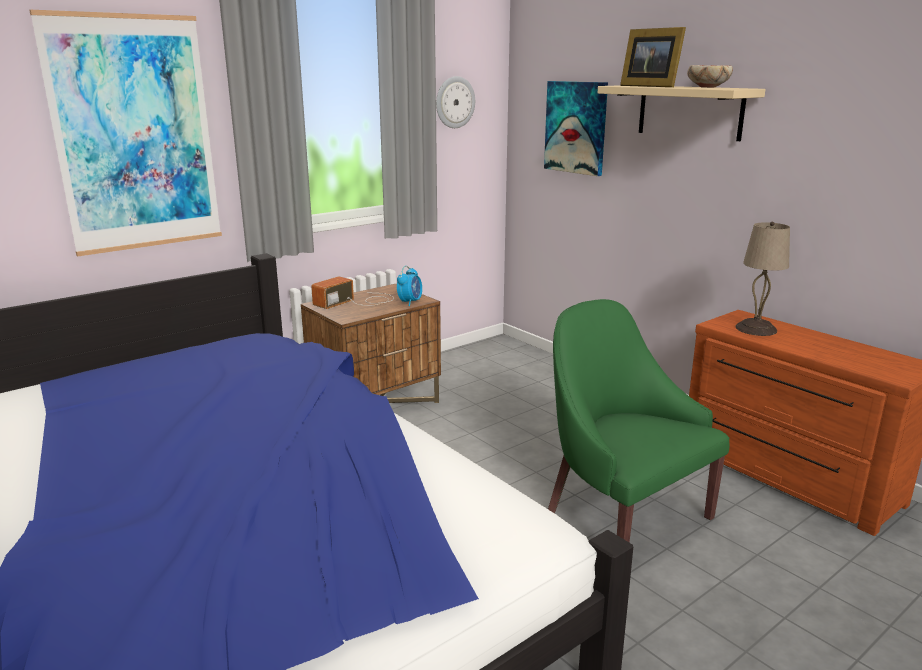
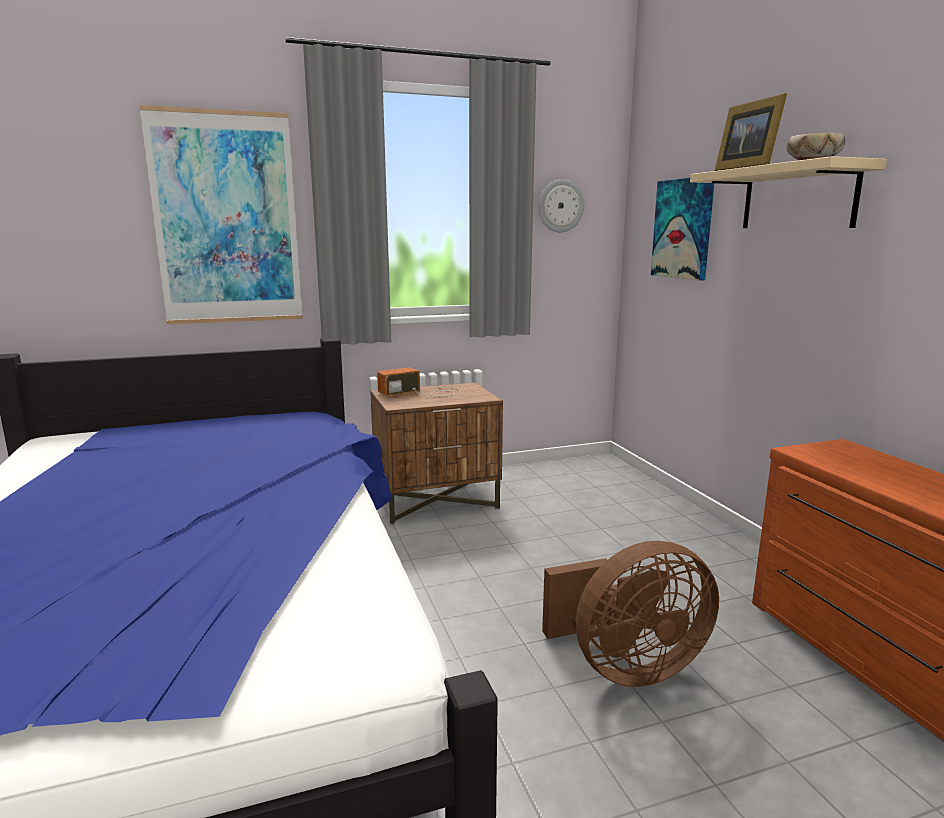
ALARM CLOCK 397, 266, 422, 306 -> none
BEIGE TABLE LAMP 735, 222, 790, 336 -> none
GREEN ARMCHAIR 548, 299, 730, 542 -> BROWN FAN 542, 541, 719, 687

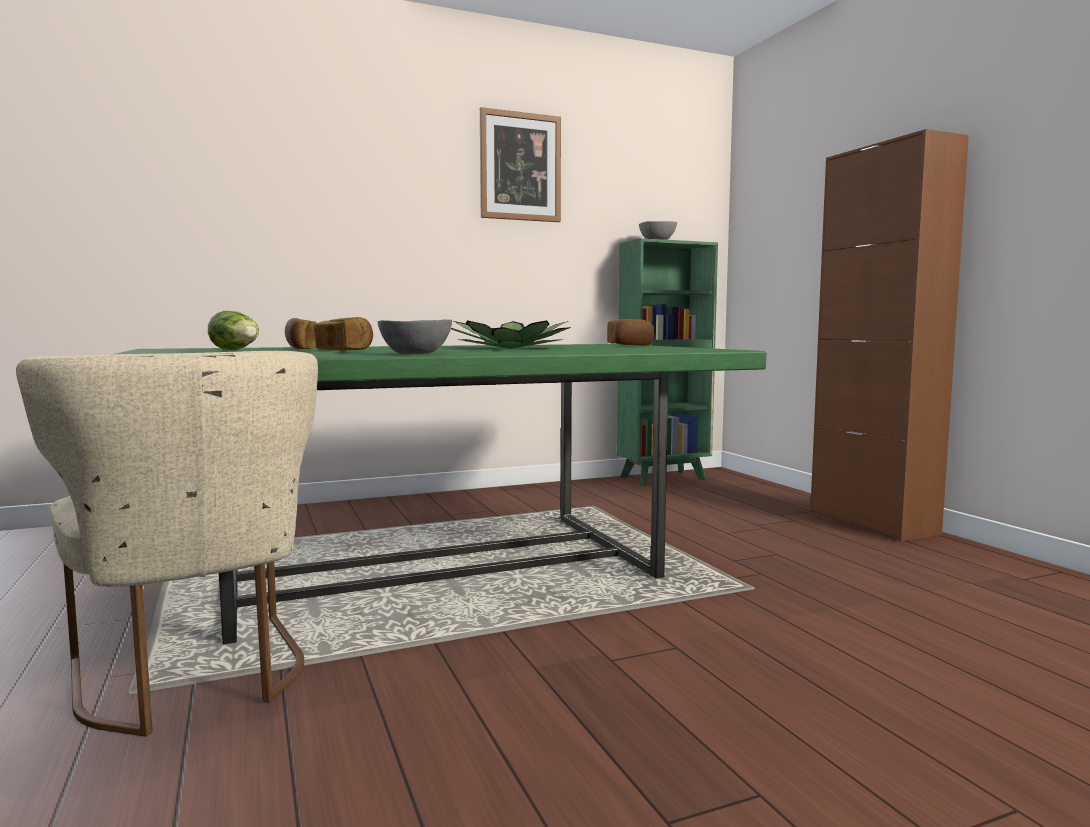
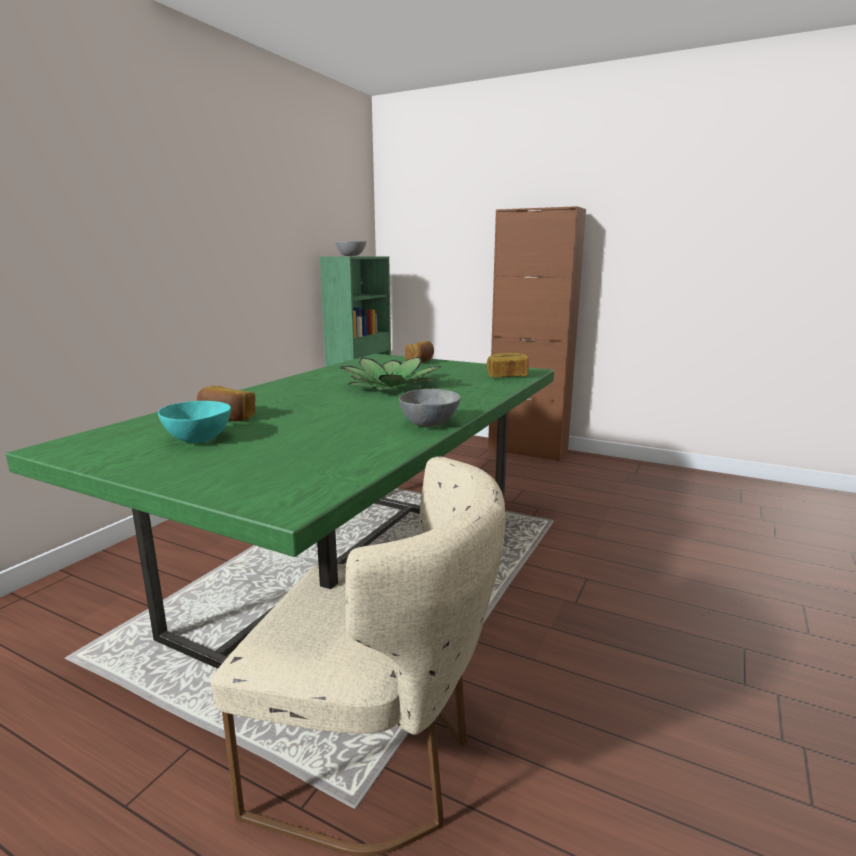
PICTURE 480, 107, 561, 222 -> none
BREAD 314, 317, 373, 351 -> BREAD 487, 353, 529, 378, move
LETTUCE 208, 311, 259, 350 -> TURQUOISE BOWL 158, 401, 231, 443

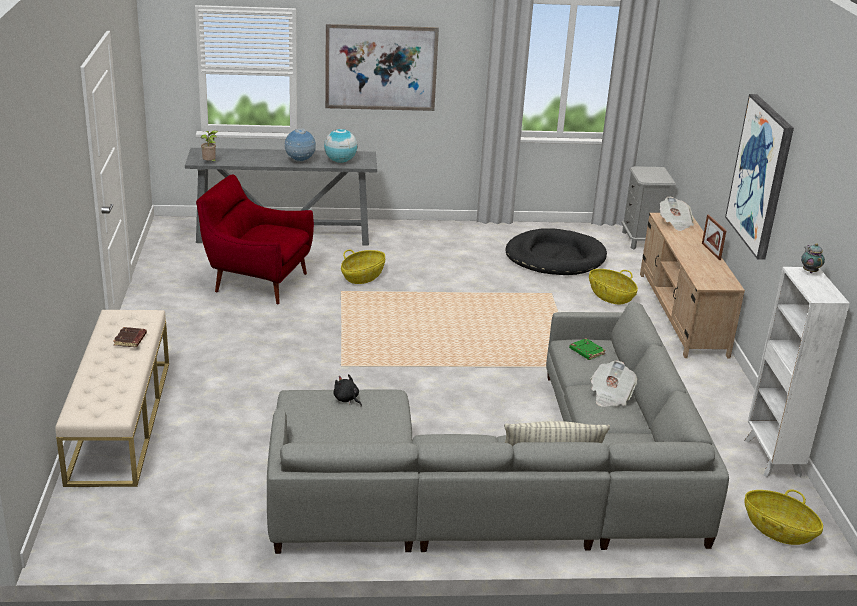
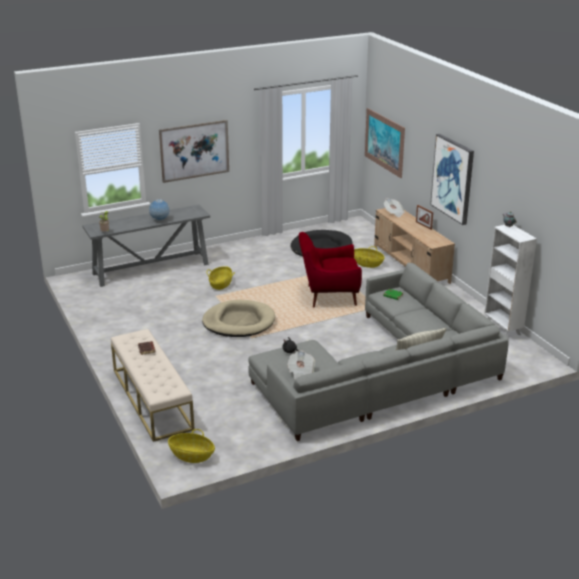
GLOBE 324, 129, 357, 163 -> none
GREY NIGHTSTAND 622, 166, 676, 249 -> none
none -> BEIGE DOG BED 202, 300, 275, 337
none -> PICTURE 365, 108, 405, 178
RED ARMCHAIR 196, 175, 314, 304 -> RED ARMCHAIR 299, 232, 362, 307, move
NEWSPAPER 590, 361, 637, 407 -> NEWSPAPER 287, 350, 315, 380, move
BASKET 745, 489, 823, 545 -> BASKET 168, 429, 215, 463, move

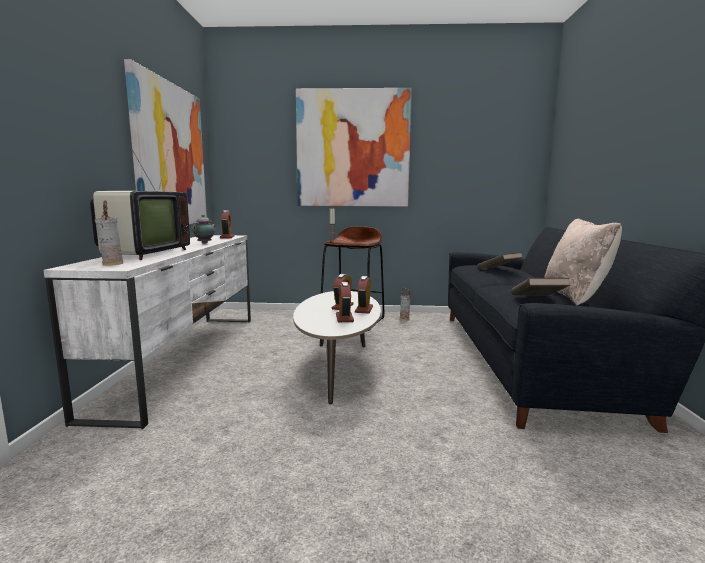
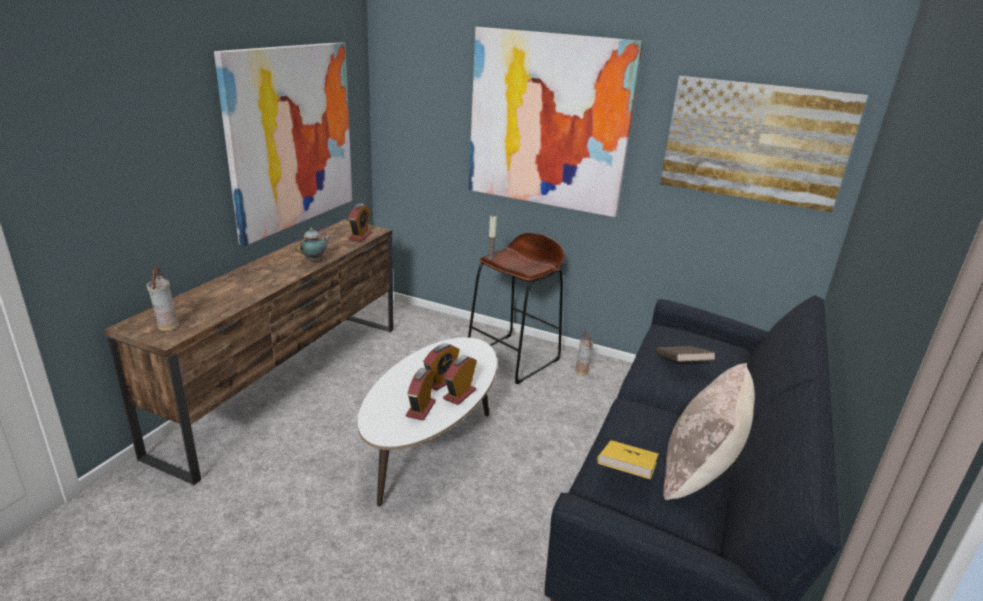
TELEVISION 90, 147, 190, 260 -> none
none -> PICTURE 660, 76, 868, 212
WHITE TV STAND 44, 235, 251, 429 -> BROWN TV STAND 104, 219, 393, 486
BROWN BOOK 511, 278, 571, 295 -> YELLOW BOOK 597, 440, 659, 479

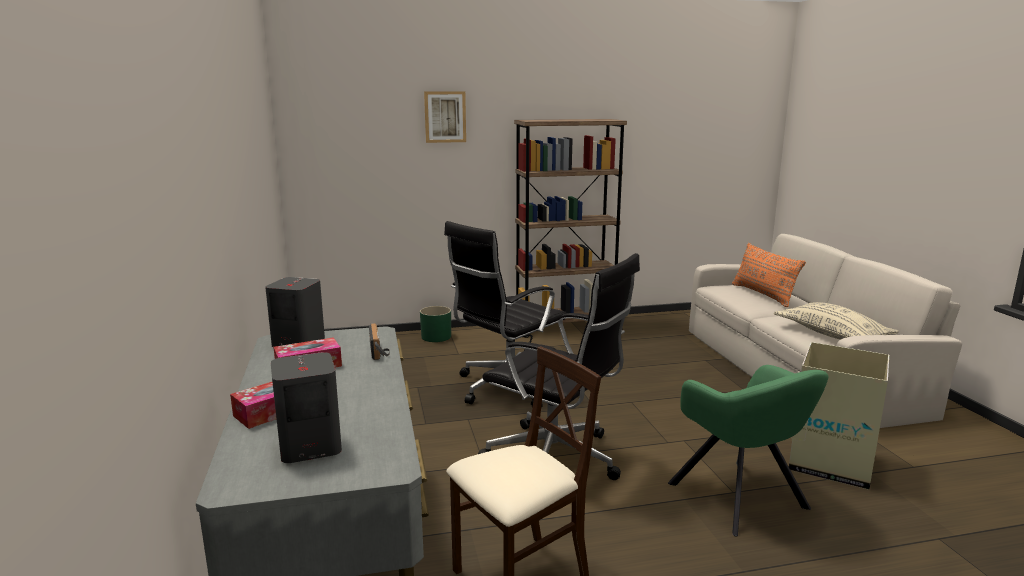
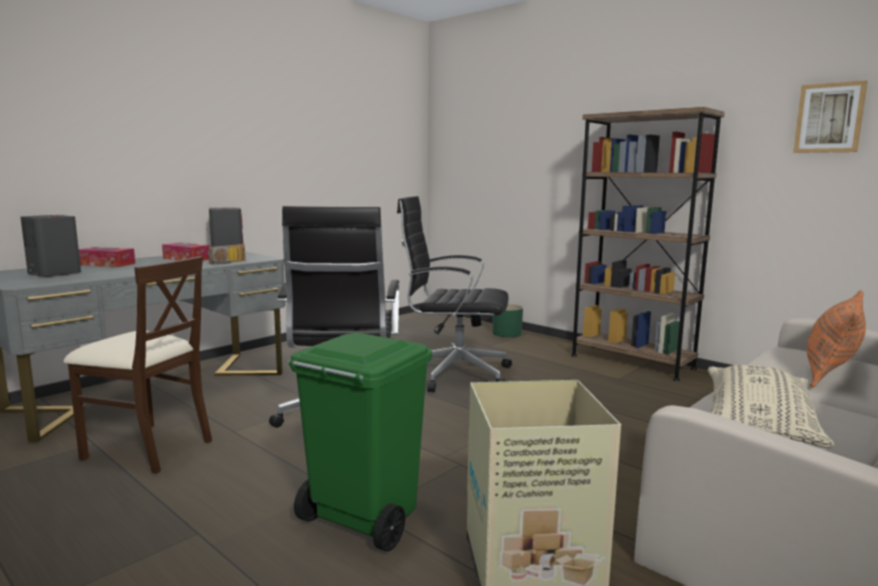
PICTURE 424, 91, 466, 143 -> PICTURE 793, 80, 868, 153, move
GREEN ARMCHAIR 668, 365, 828, 536 -> GREEN TRASH CAN 288, 332, 432, 552

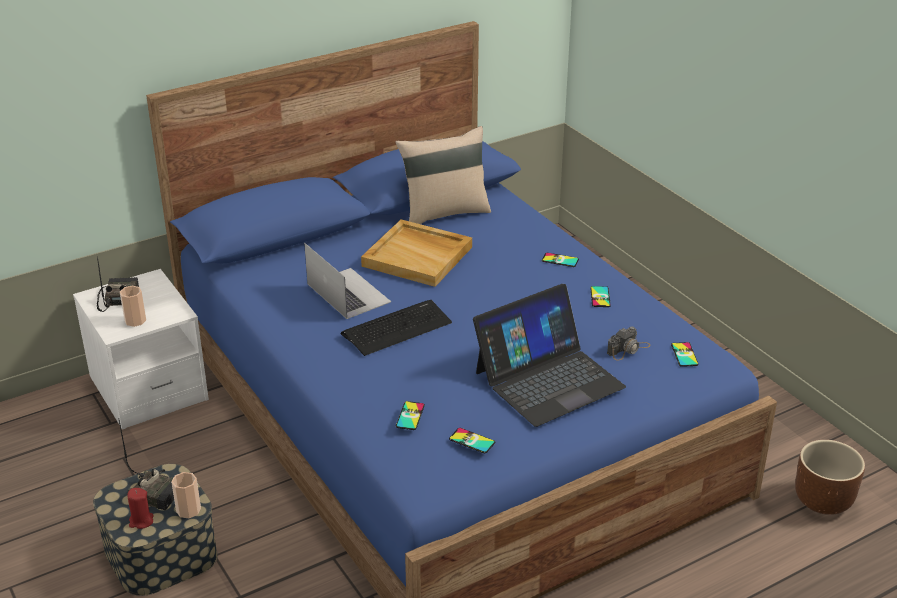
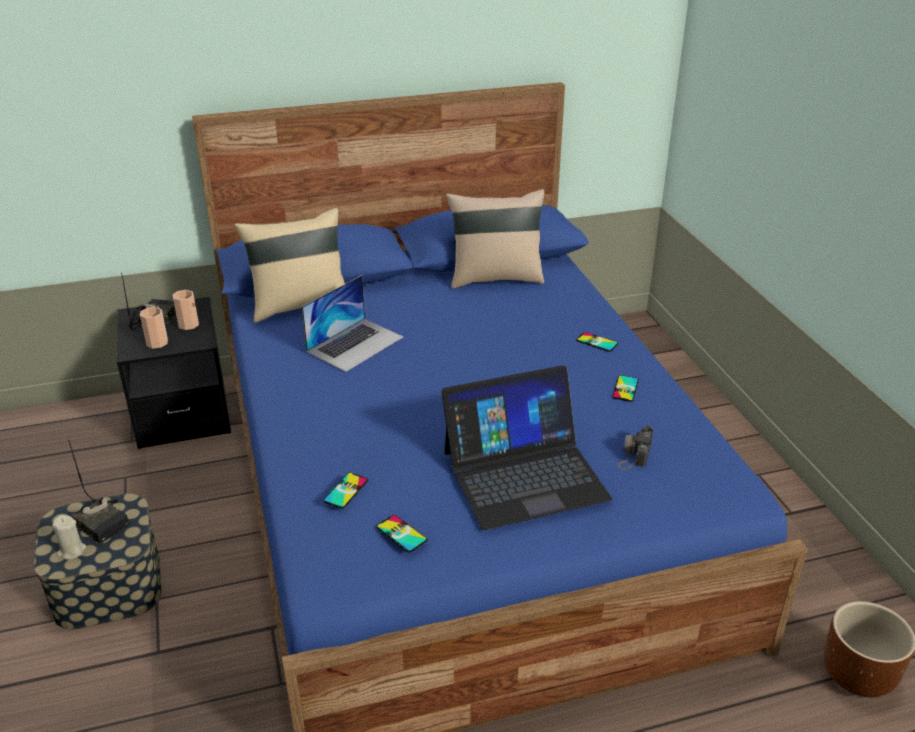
KEYBOARD 341, 300, 452, 356 -> none
BEIGE TRAY 361, 219, 472, 287 -> none
PHONE 671, 342, 699, 367 -> none
none -> BEIGE PILLOW 235, 208, 345, 323
CUP 171, 472, 201, 518 -> CUP 173, 290, 199, 330, move
WHITE NIGHTSTAND 73, 269, 209, 430 -> BLACK NIGHTSTAND 117, 297, 231, 449
RED CANDLE 127, 488, 154, 529 -> BEIGE CANDLE 52, 515, 86, 560
LAPTOP 304, 243, 391, 319 -> LAPTOP 301, 275, 403, 372, 60 degrees clockwise
PHOTO CAMERA 607, 326, 651, 360 -> PHOTO CAMERA 618, 425, 653, 470, 135 degrees clockwise

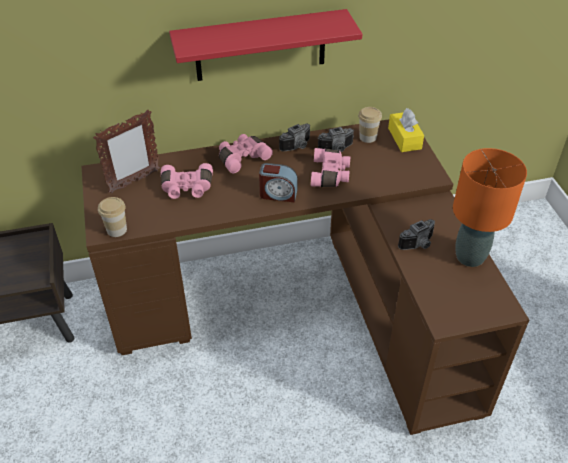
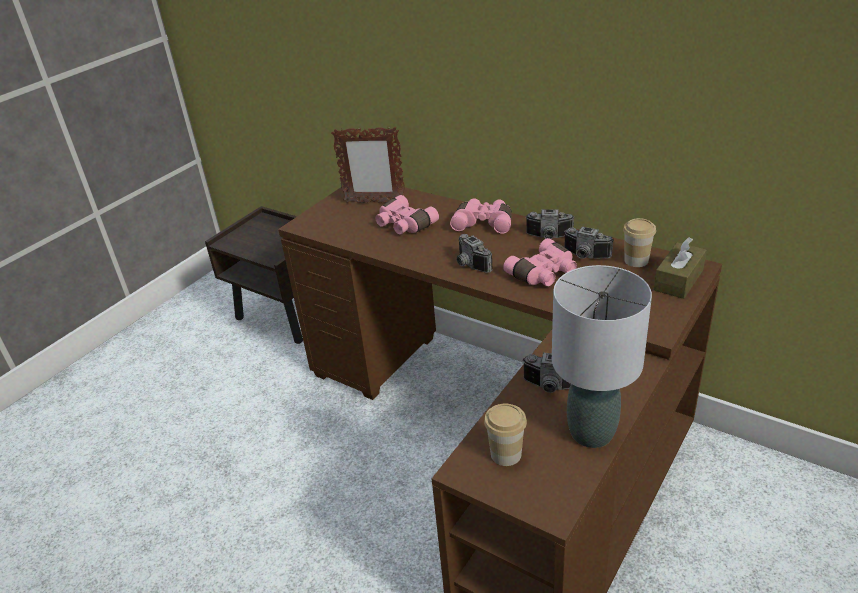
RED SHELF 169, 9, 362, 81 -> none
CUP 98, 197, 127, 237 -> CUP 484, 403, 527, 466, move
ALARM CLOCK 259, 163, 298, 202 -> PHOTO CAMERA 457, 234, 493, 273
YELLOW TISSUE BOX 388, 108, 424, 152 -> BROWN TISSUE BOX 654, 237, 707, 299
ORANGE TABLE LAMP 453, 148, 527, 267 -> GREY TABLE LAMP 552, 265, 652, 448

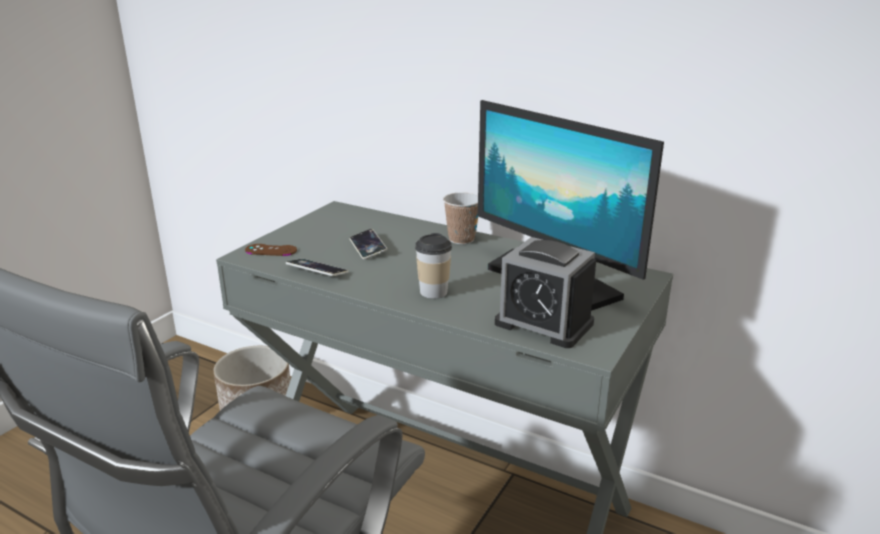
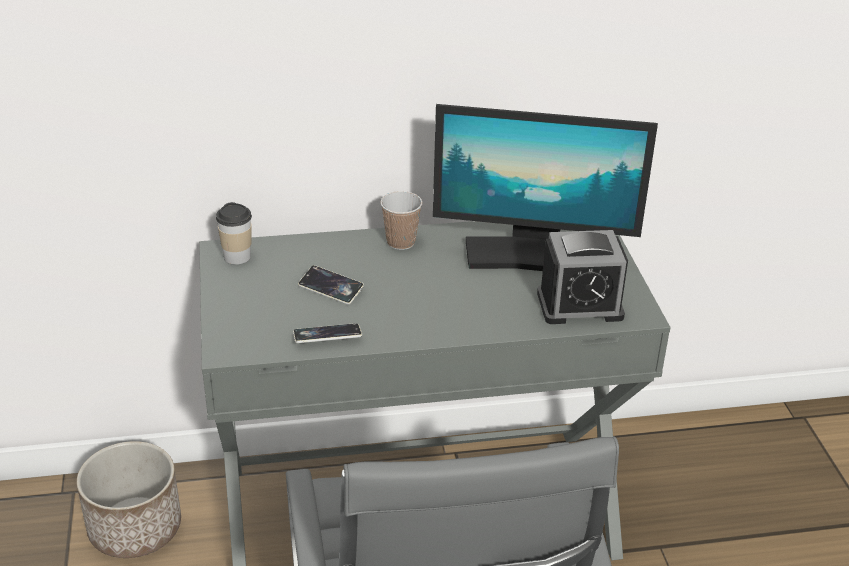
BROWN GAME CONTROLLER 245, 244, 297, 256 -> none
CUP 415, 233, 452, 299 -> CUP 216, 202, 252, 265, move

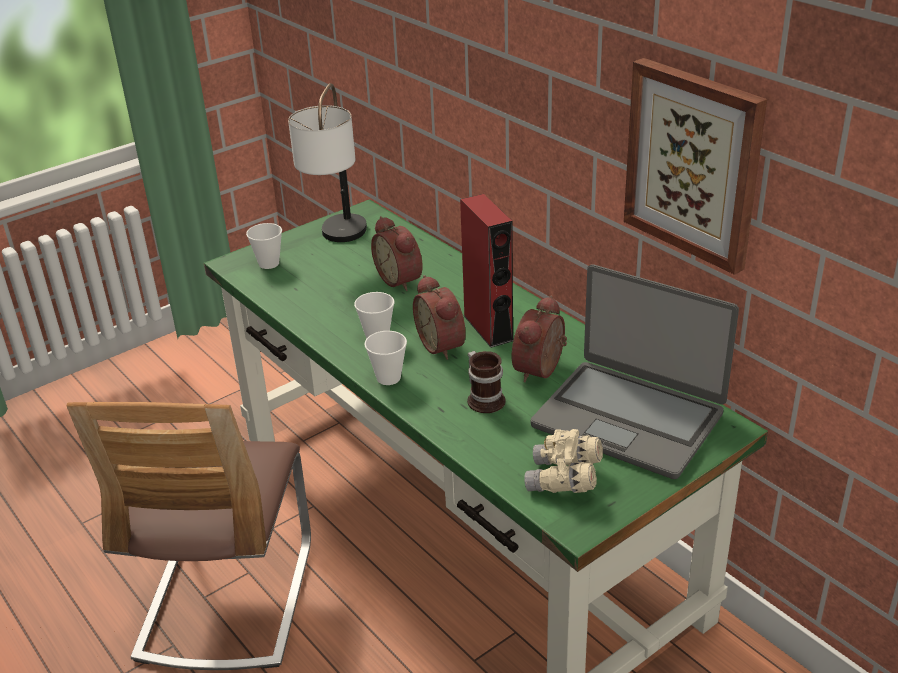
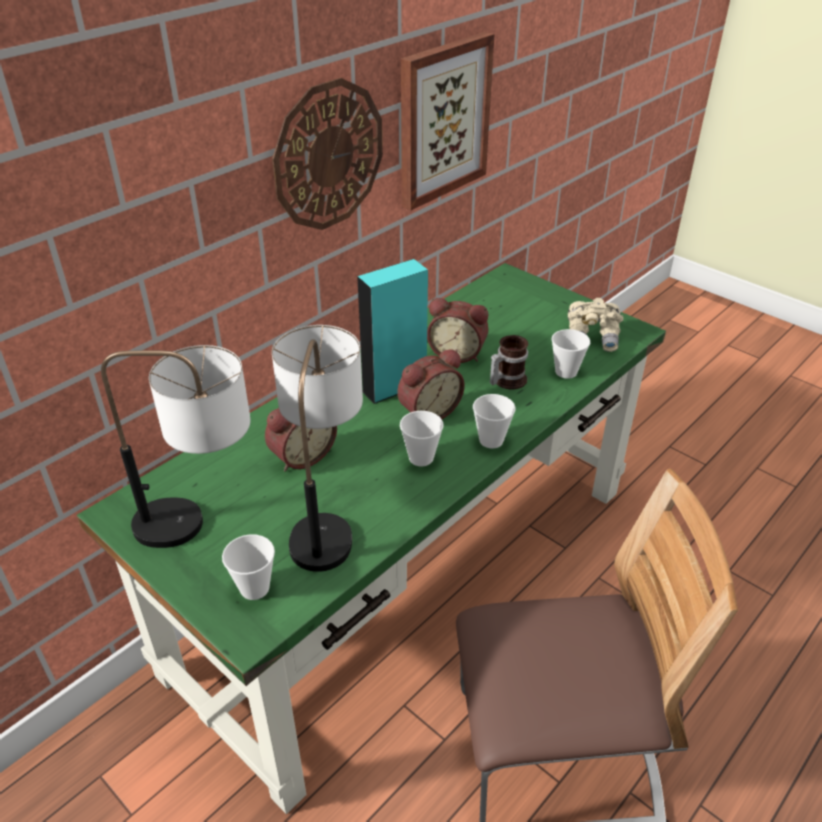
LAPTOP 531, 264, 739, 479 -> none
none -> WALL CLOCK 272, 78, 383, 230
none -> TABLE LAMP 272, 325, 363, 572
none -> CUP 552, 329, 590, 379
RED SPEAKER 460, 194, 513, 348 -> TURQUOISE SPEAKER 357, 259, 428, 404

